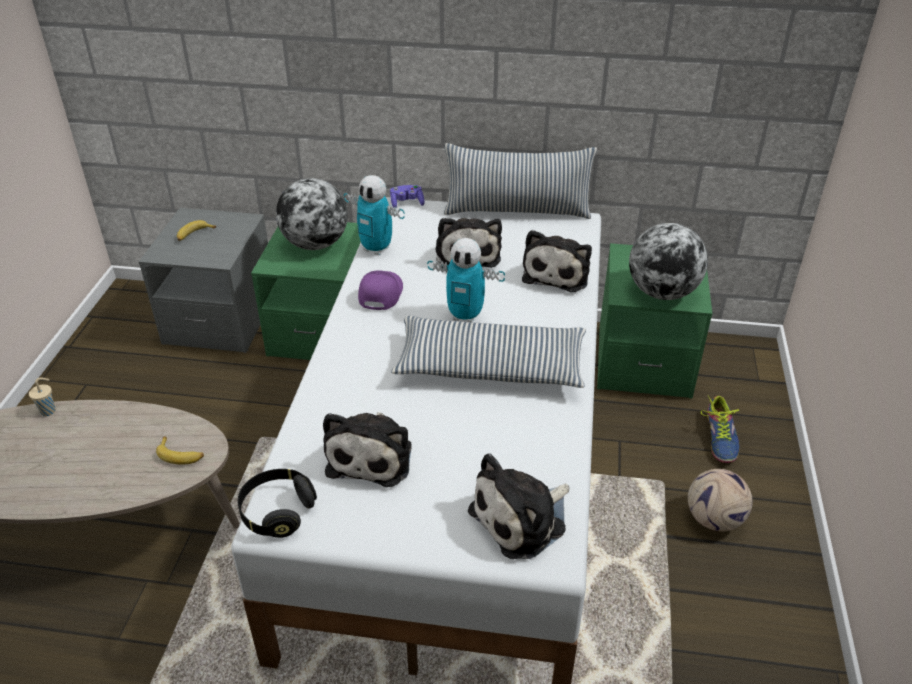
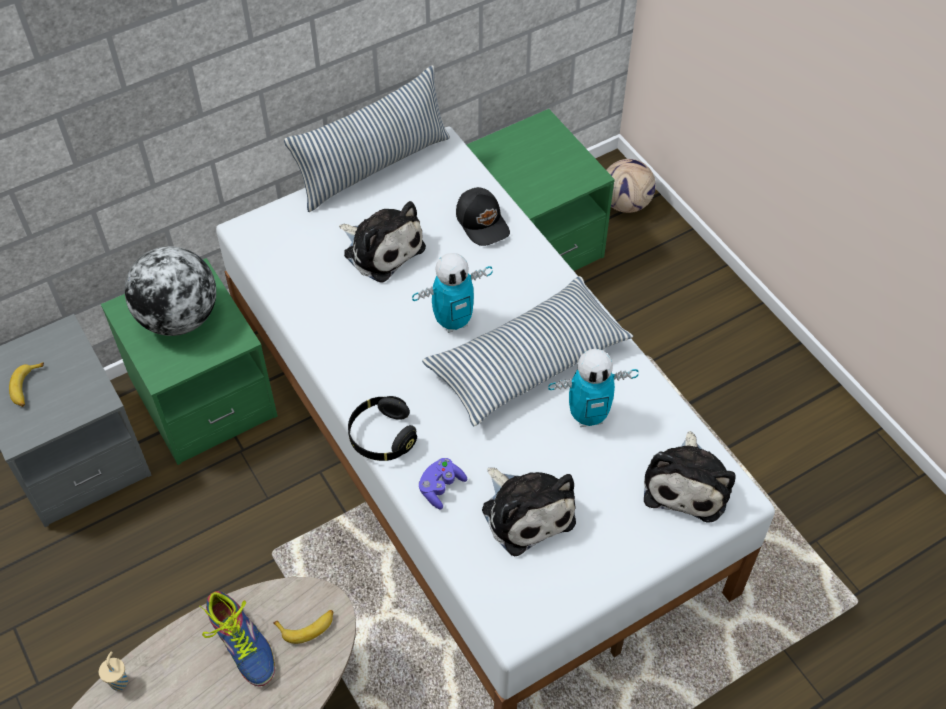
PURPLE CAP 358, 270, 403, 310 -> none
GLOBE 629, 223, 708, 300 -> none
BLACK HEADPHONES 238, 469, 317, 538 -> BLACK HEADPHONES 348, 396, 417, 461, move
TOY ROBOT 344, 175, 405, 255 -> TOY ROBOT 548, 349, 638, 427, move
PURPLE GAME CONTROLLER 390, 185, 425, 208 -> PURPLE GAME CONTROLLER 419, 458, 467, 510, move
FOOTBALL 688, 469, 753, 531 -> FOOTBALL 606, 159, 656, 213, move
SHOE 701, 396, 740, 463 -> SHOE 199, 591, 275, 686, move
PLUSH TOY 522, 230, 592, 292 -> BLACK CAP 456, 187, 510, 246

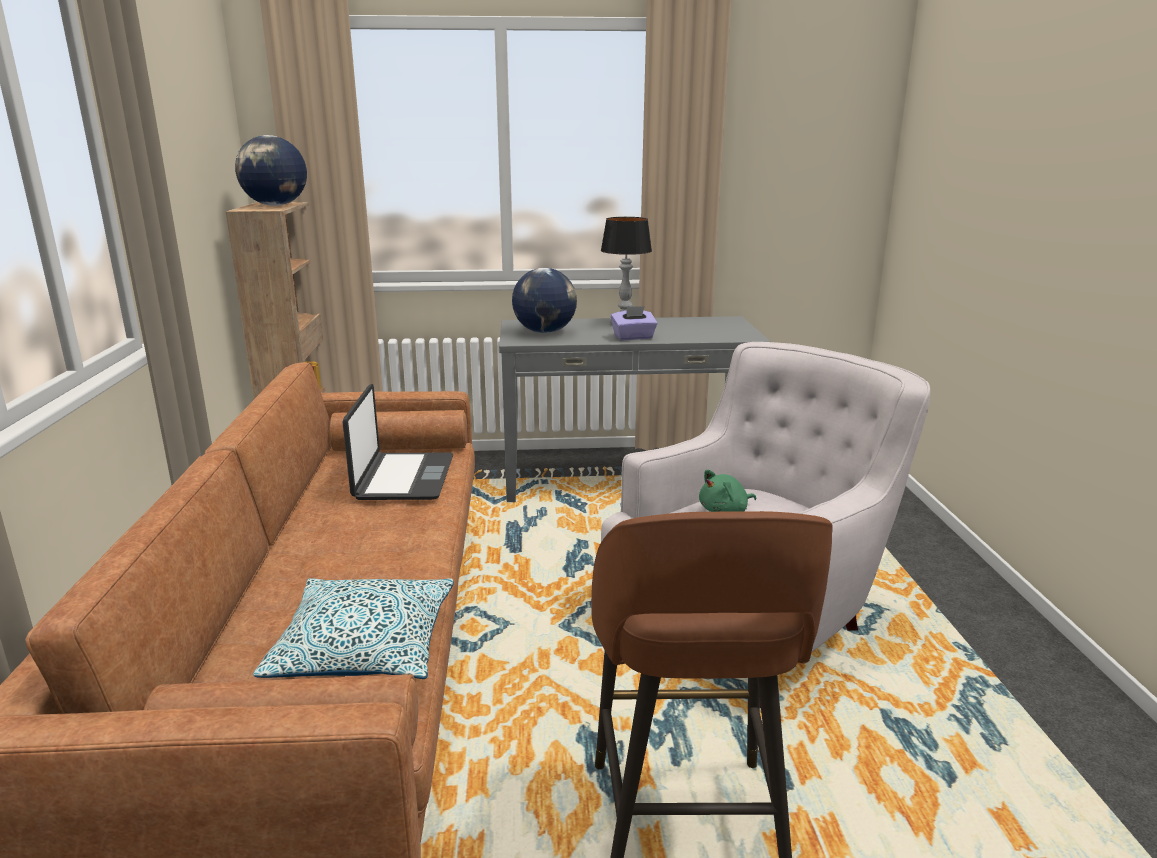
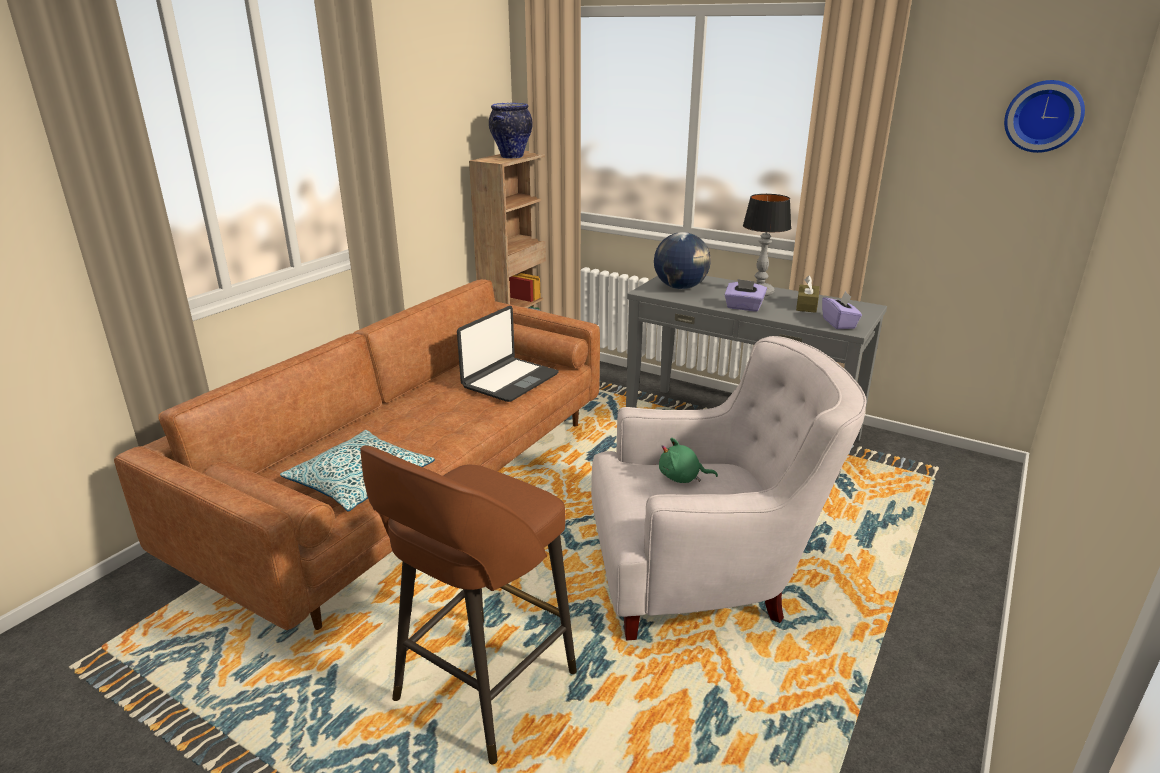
none -> BROWN TISSUE BOX 796, 276, 819, 313
none -> PURPLE TISSUE BOX 822, 291, 862, 329
none -> WALL CLOCK 1004, 80, 1085, 153
GLOBE 235, 135, 307, 206 -> VASE 489, 103, 533, 159

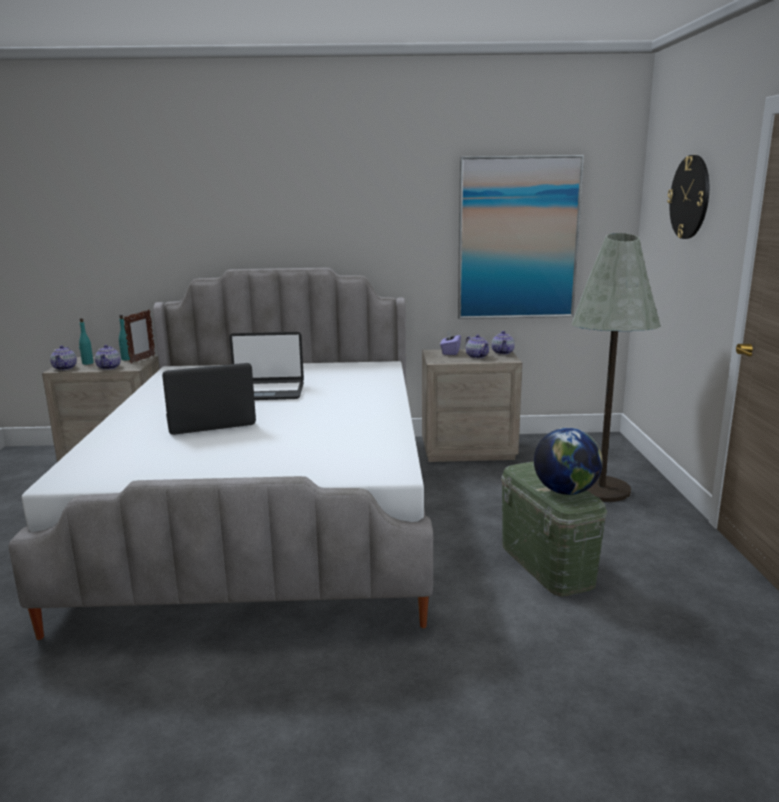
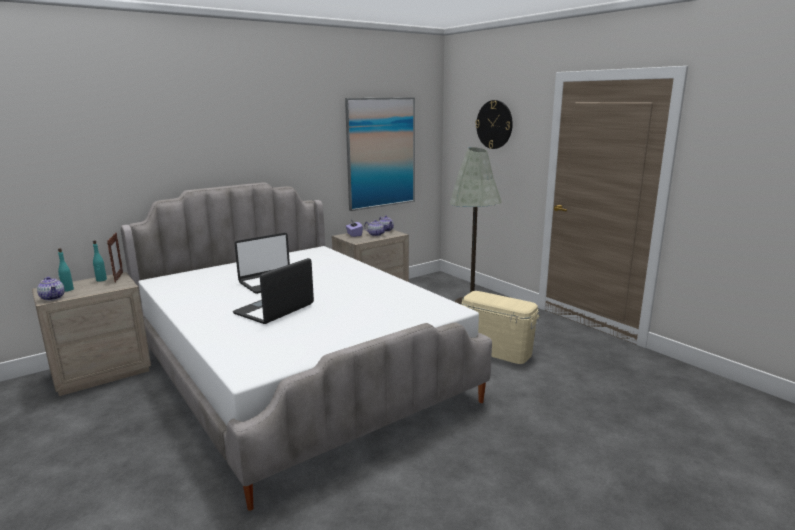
TEAPOT 95, 345, 121, 370 -> none
GLOBE 534, 428, 603, 495 -> none
GREEN STORAGE BOX 501, 462, 607, 597 -> BEIGE STORAGE BOX 461, 291, 540, 364

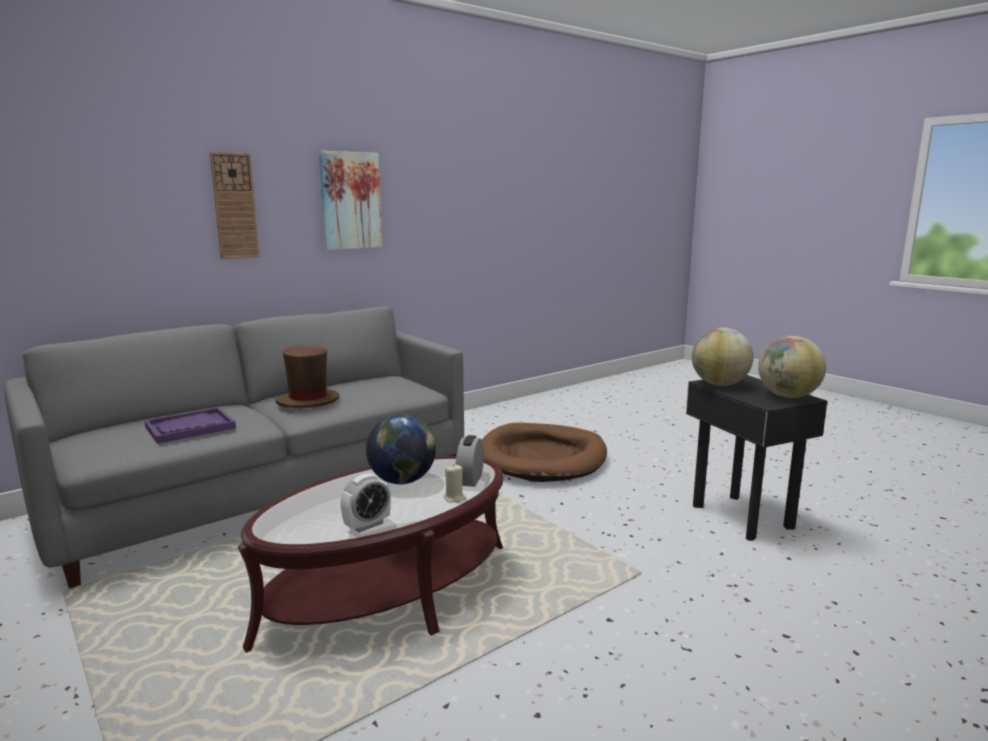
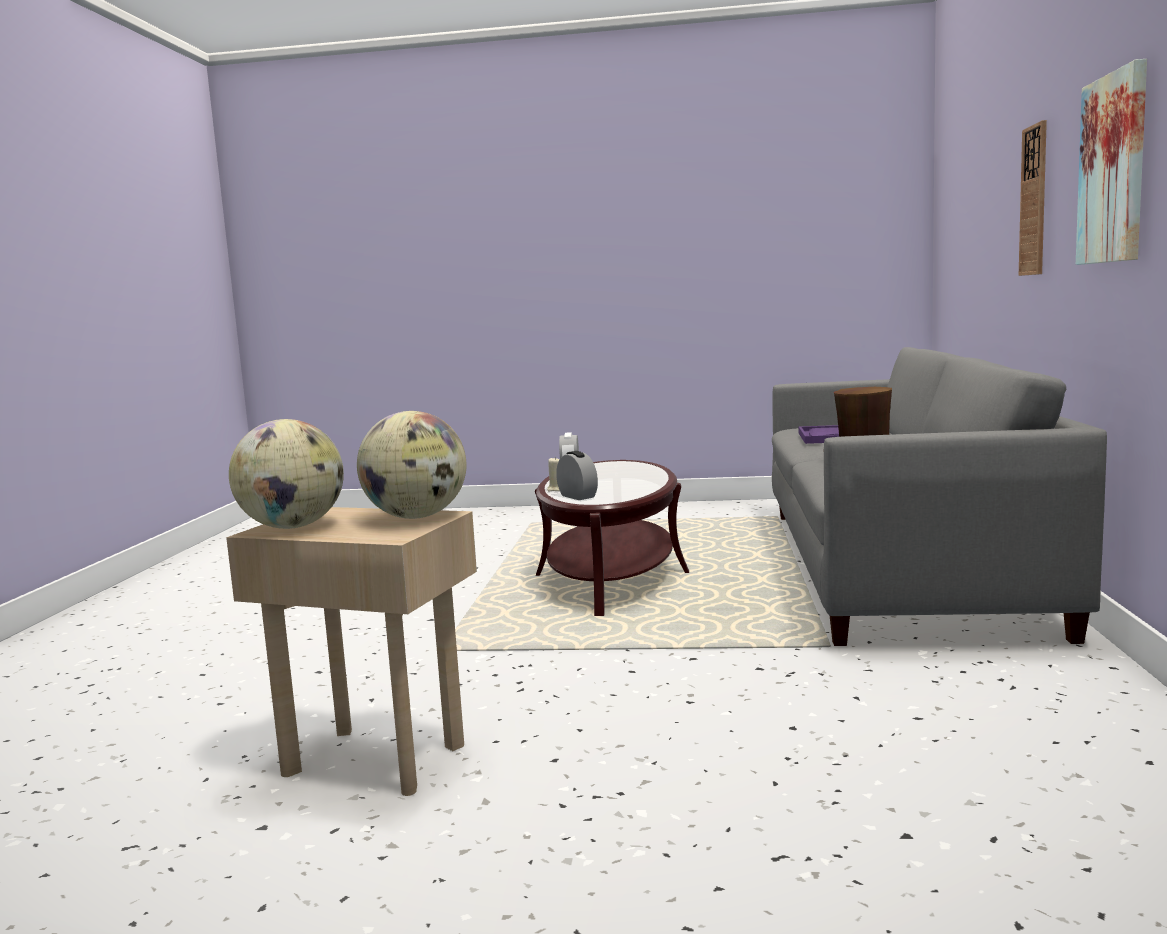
GLOBE 366, 414, 436, 484 -> none
BROWN DOG BED 482, 423, 607, 482 -> none
BLACK SIDE TABLE 686, 375, 827, 541 -> BEIGE SIDE TABLE 226, 507, 477, 796

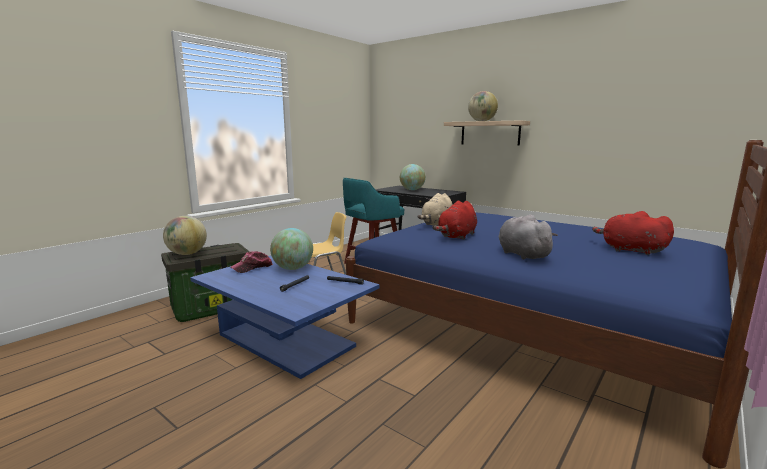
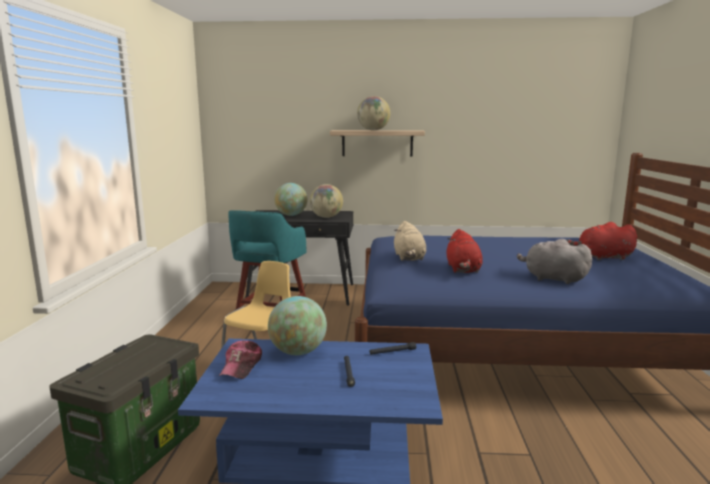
GLOBE 163, 216, 207, 255 -> GLOBE 310, 184, 343, 218, move

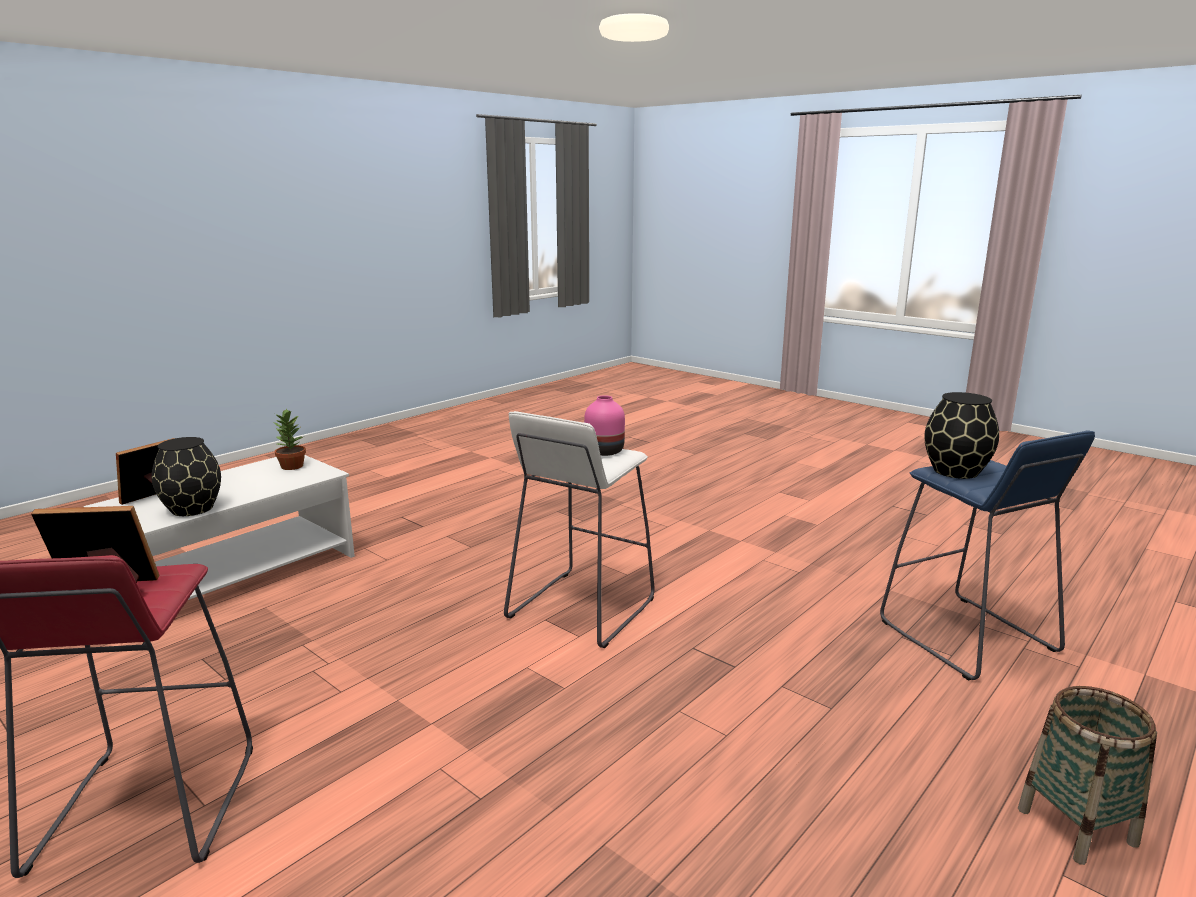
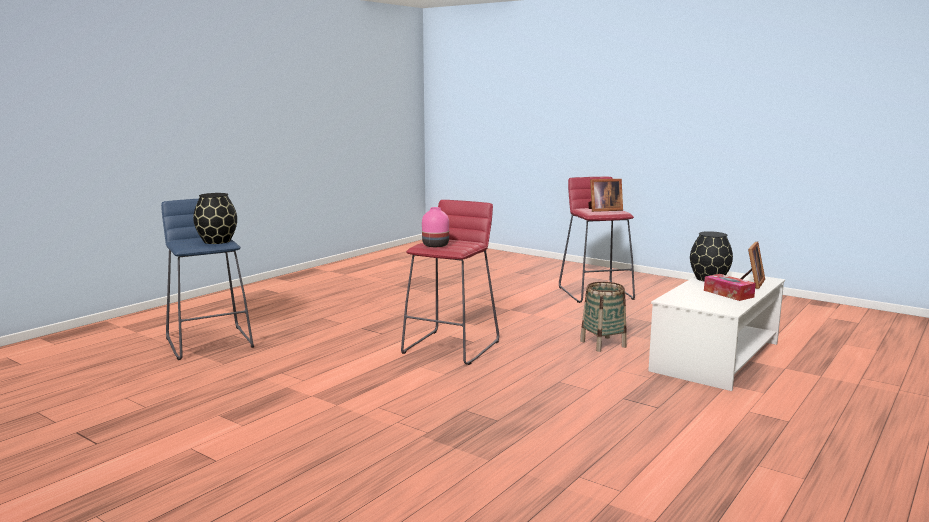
POTTED PLANT 275, 408, 306, 470 -> none
none -> TISSUE BOX 704, 274, 756, 301
BASKET 1018, 686, 1157, 865 -> BASKET 580, 282, 627, 352, move
WHITE STOOL 504, 411, 655, 648 -> RED STOOL 401, 200, 499, 365

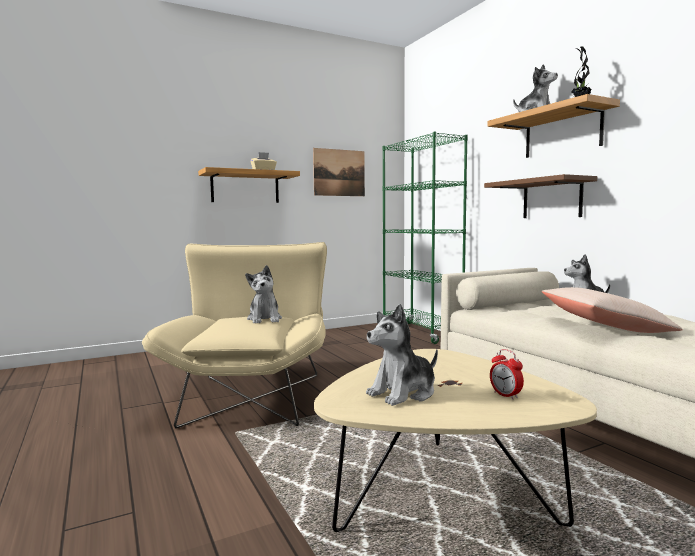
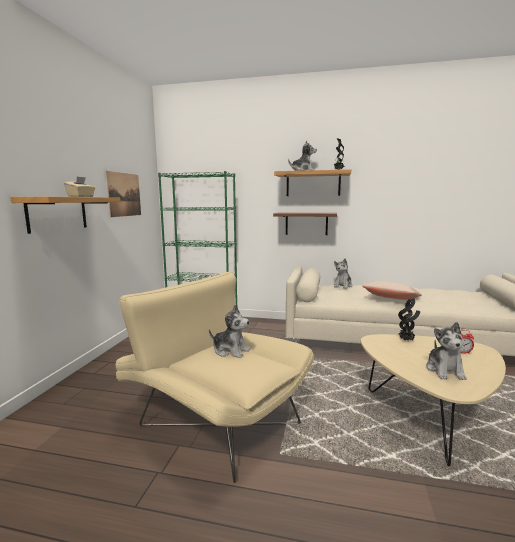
none -> POTTED PLANT 398, 298, 420, 341

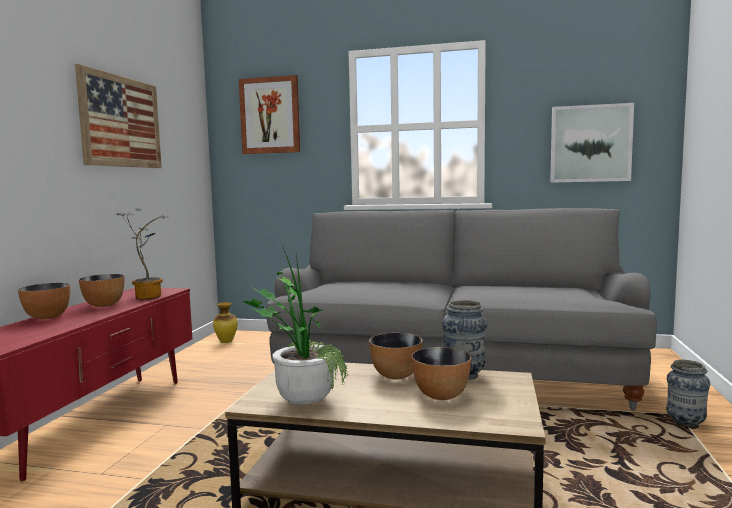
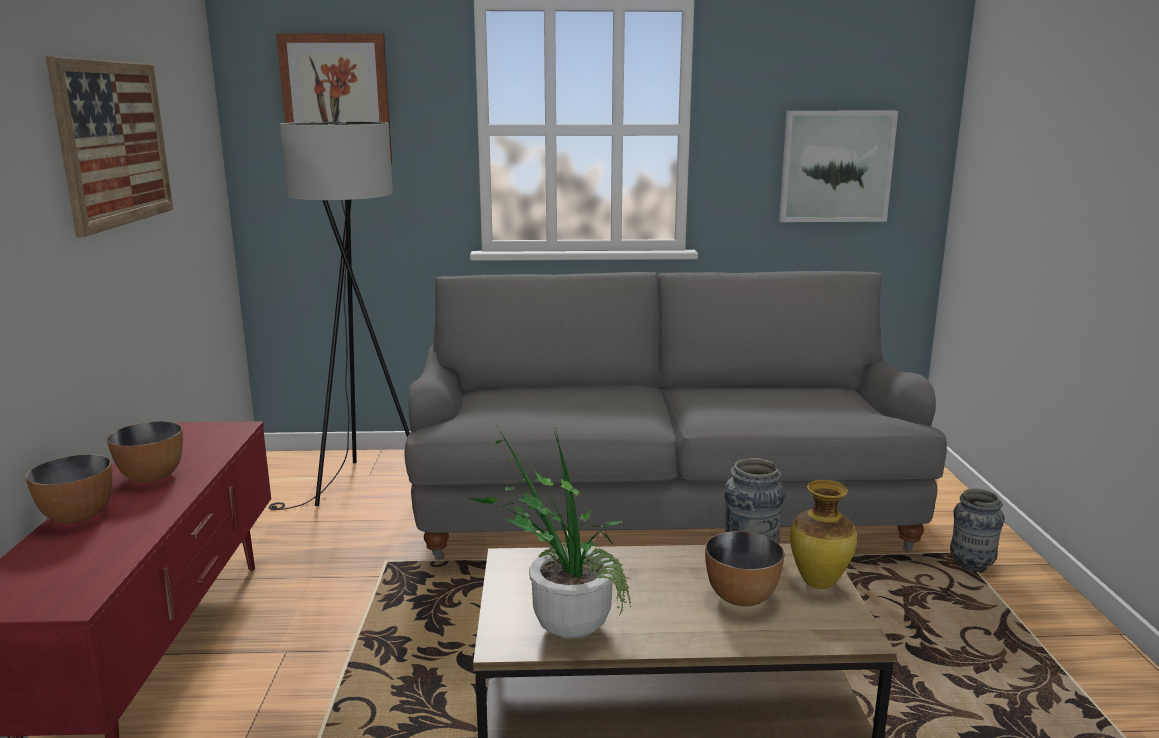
POTTED PLANT 116, 208, 168, 299 -> none
BOWL 369, 333, 423, 380 -> none
none -> GREY FLOOR LAMP 269, 122, 410, 510
VASE 213, 302, 238, 343 -> VASE 790, 480, 857, 589, move

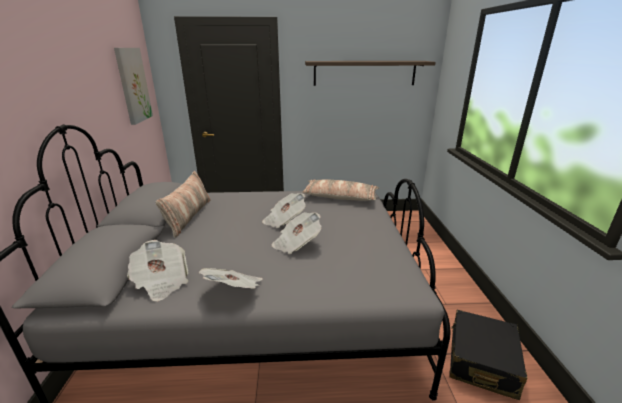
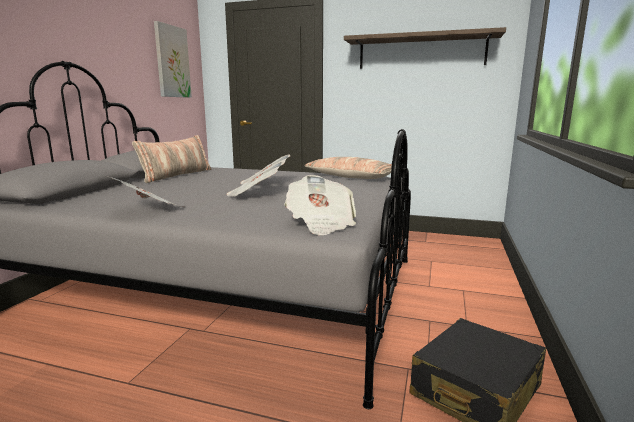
NEWSPAPER 127, 240, 188, 301 -> NEWSPAPER 284, 175, 356, 235, move

